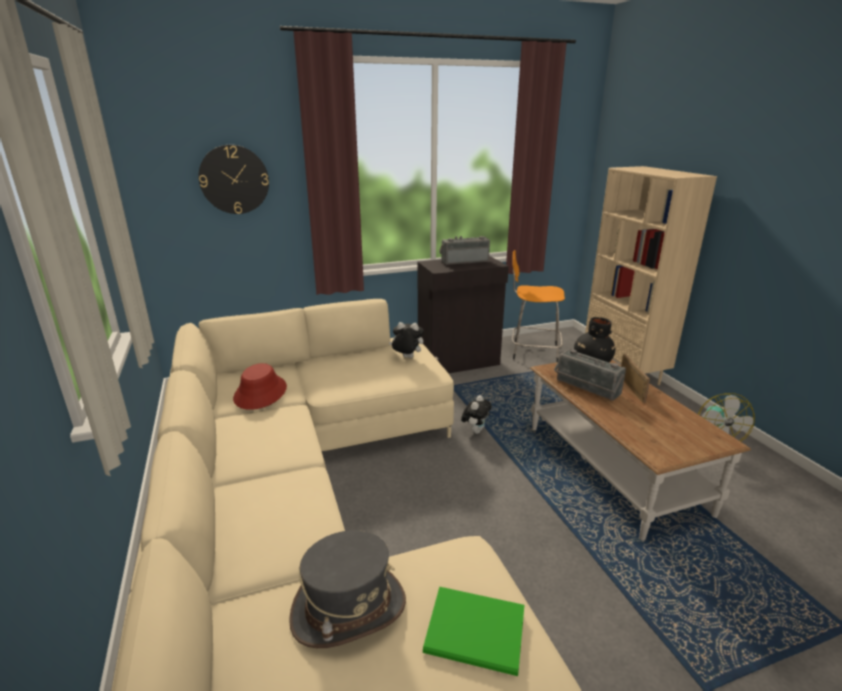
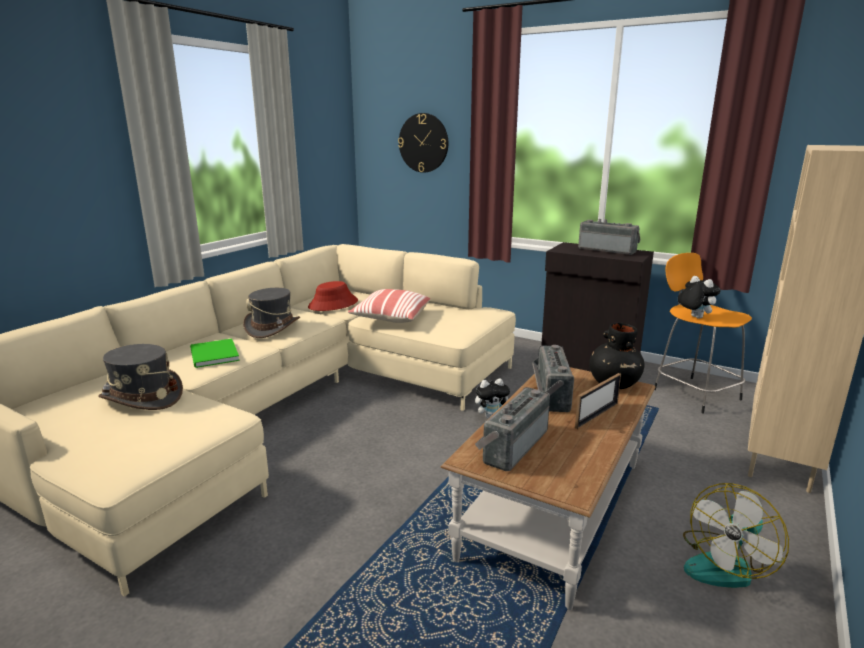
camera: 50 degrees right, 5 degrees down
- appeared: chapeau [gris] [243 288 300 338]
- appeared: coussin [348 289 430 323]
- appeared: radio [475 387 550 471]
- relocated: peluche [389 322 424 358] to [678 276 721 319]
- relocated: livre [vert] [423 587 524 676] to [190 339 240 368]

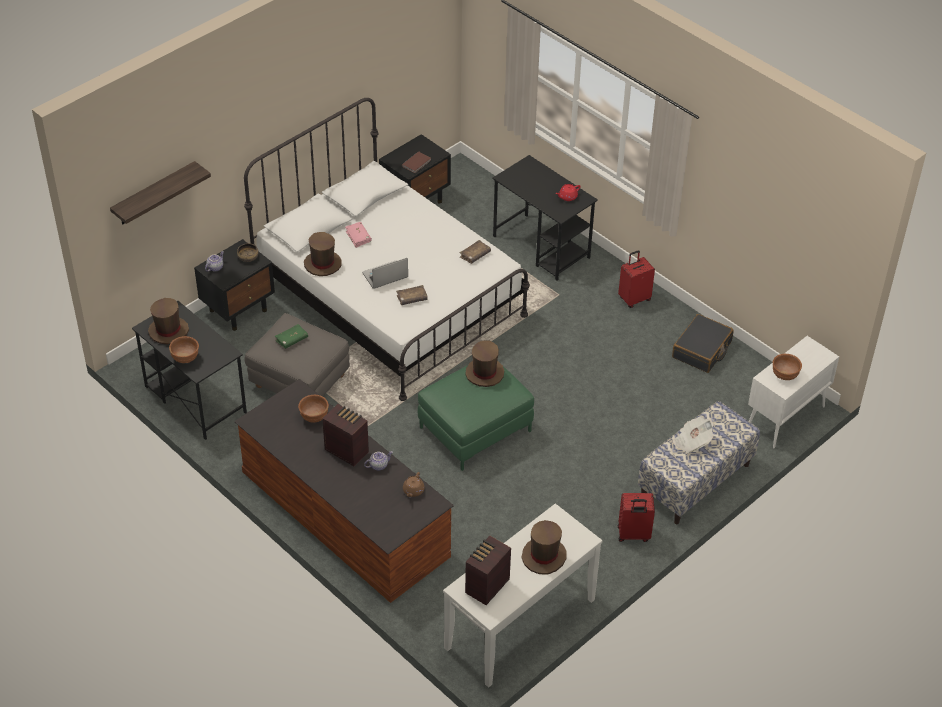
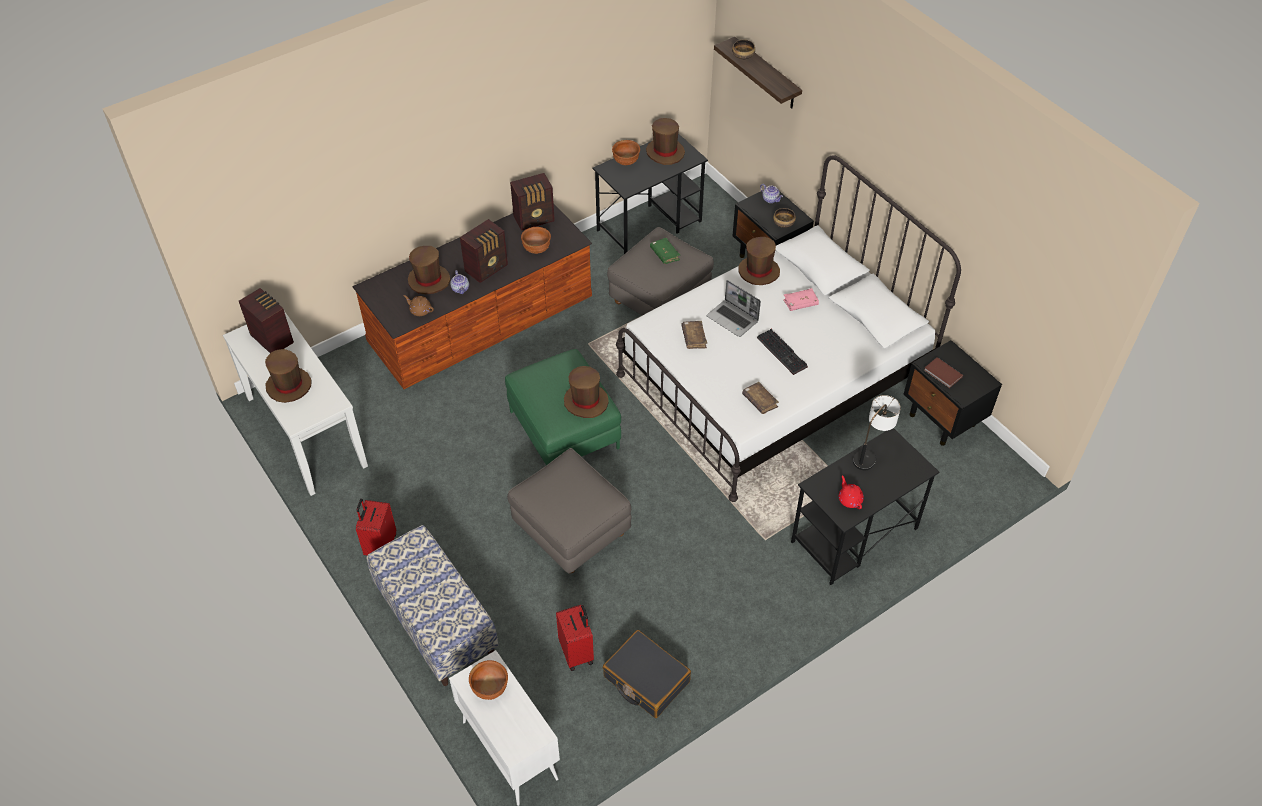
camera: 100 degrees right, 5 degrees up
- missing: journal [673 417 714 454]
- appeared: chapeau [marron] [408 246 450 294]
- appeared: pouf [gris] [507 448 632 574]
- appeared: radio [510 173 555 231]
- appeared: bol [732 40 755 59]
- appeared: clavier [757 329 808 375]
- appeared: lampe de table [853 395 901 470]
- relocated: valise [rouge] [618 250 655 308] to [556 605 594 671]
- spun: ordinateur portable [362 258 408 289] = [707 280 761 337] 150 degrees clockwise

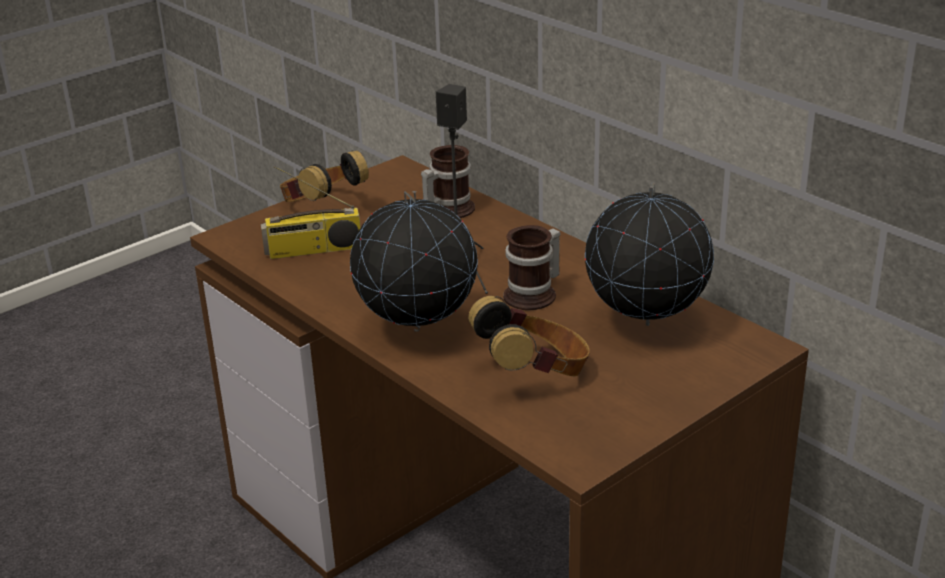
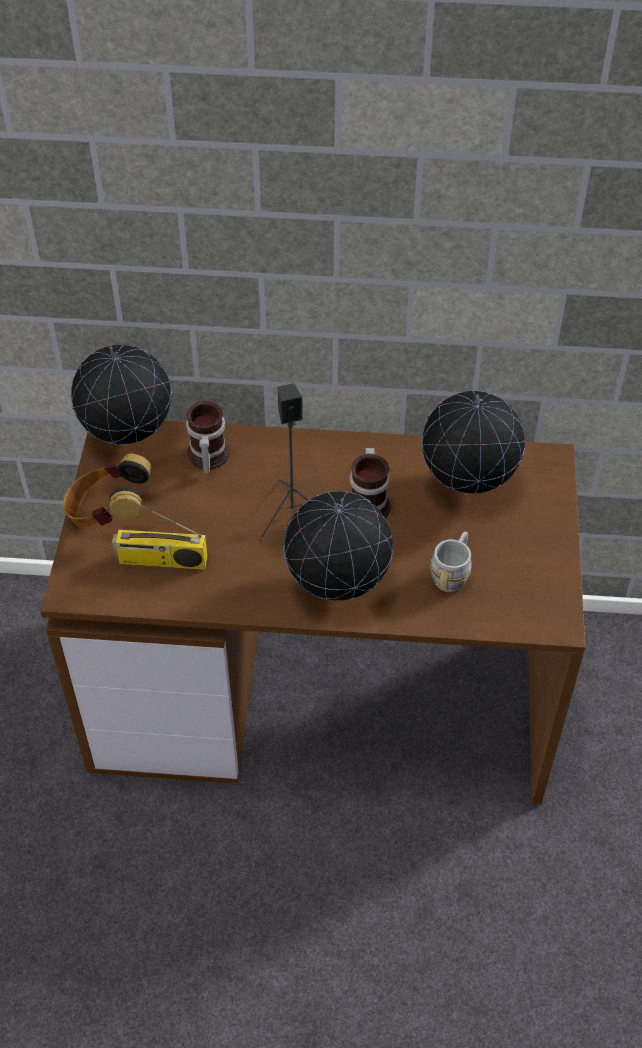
camera: 45 degrees left, 20 degrees up
- appeared: globe [71 345 171 445]
- exchanged: casque audio [468 296 590 376] to mug [gris] [430 531 472 592]
- spun: radio [261 166 361 259] = [112 497 207 570] 60 degrees clockwise

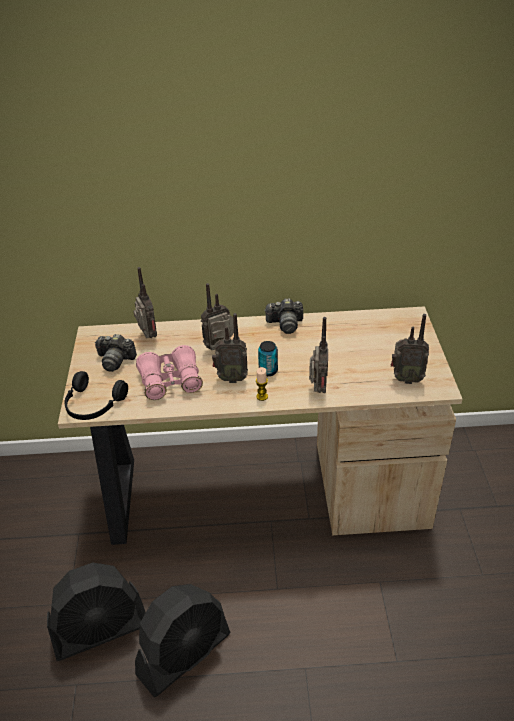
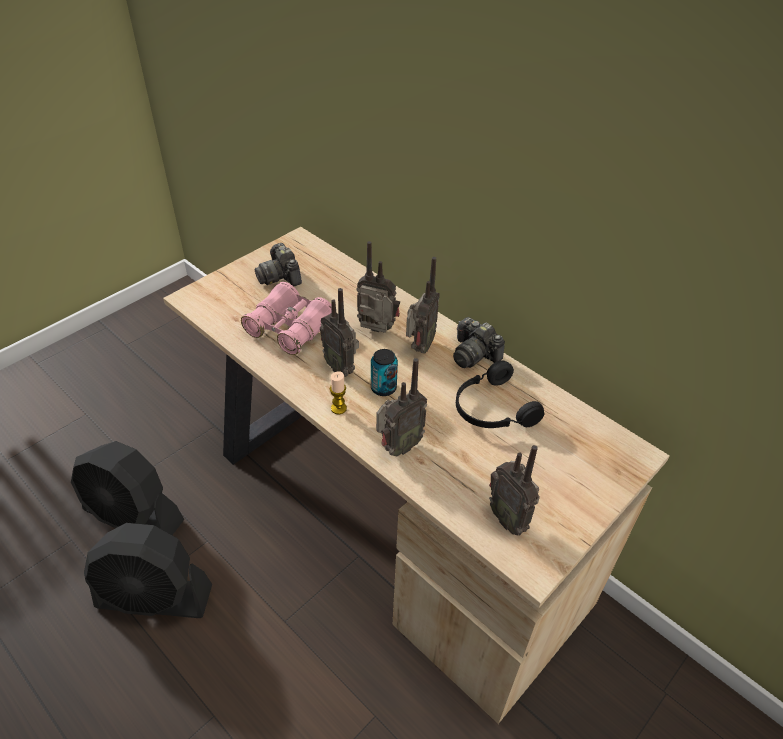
camera: 45 degrees right, 5 degrees up
- relocated: casque audio [noir] [64 371 128 420] to [456 360 544 428]
- relocated: radio [133 267 157 338] to [406 257 440 354]

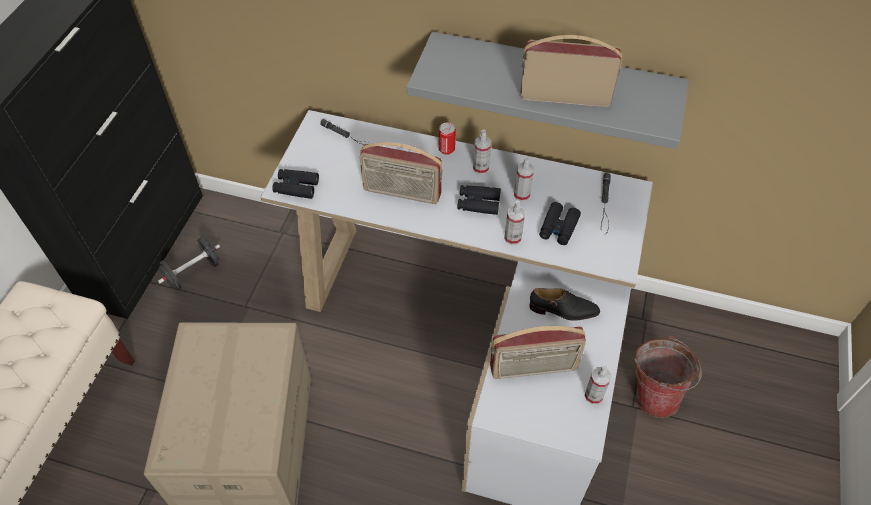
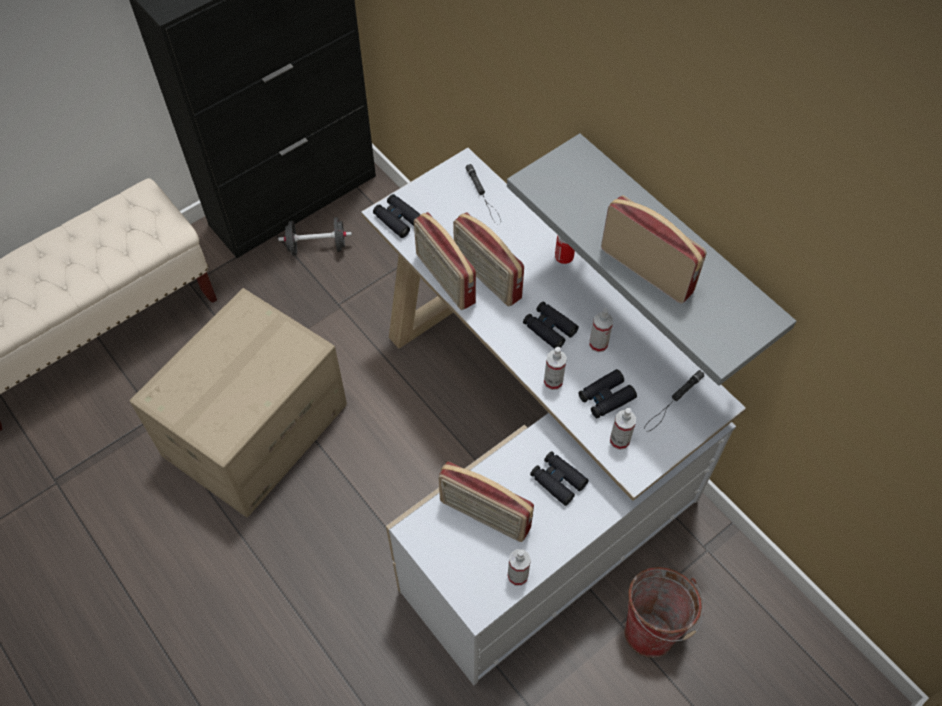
camera: 35 degrees right, 5 degrees up
- appeared: radio [414 212 476 310]
- relocated: vaporisateur [473 130 491 174] to [610 408 636 450]
- exchanged: chaussure [noir] [529 288 600 321] to jumelles [noir] [530 451 589 506]

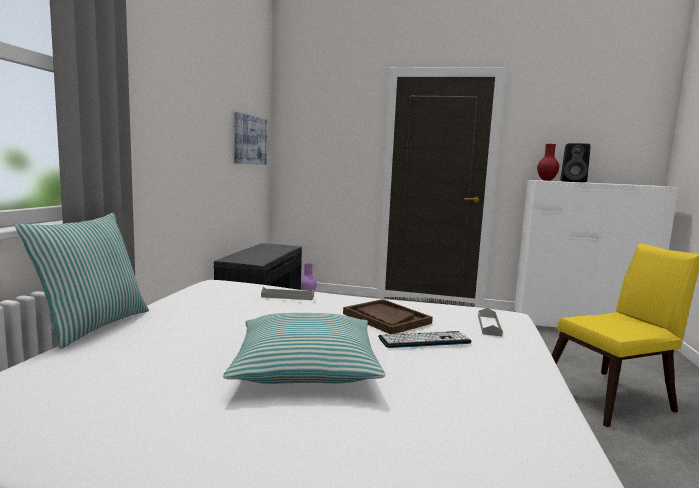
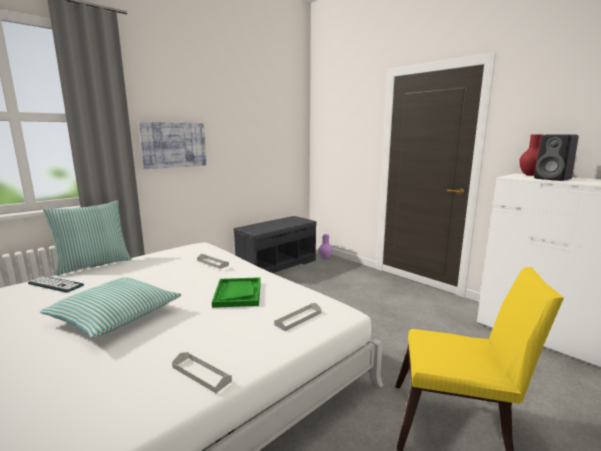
camera: 35 degrees right, 5 degrees up
- appeared: plateau [gris] [172 352 232 393]
- relocated: tableau [234 112 267 165] to [138 122 206 169]
- relocated: clavier [378 331 472 348] to [28 276 84 293]
- colour: plateau [marron] [343 299 433 334] to plateau [vert] [212 277 261 308]

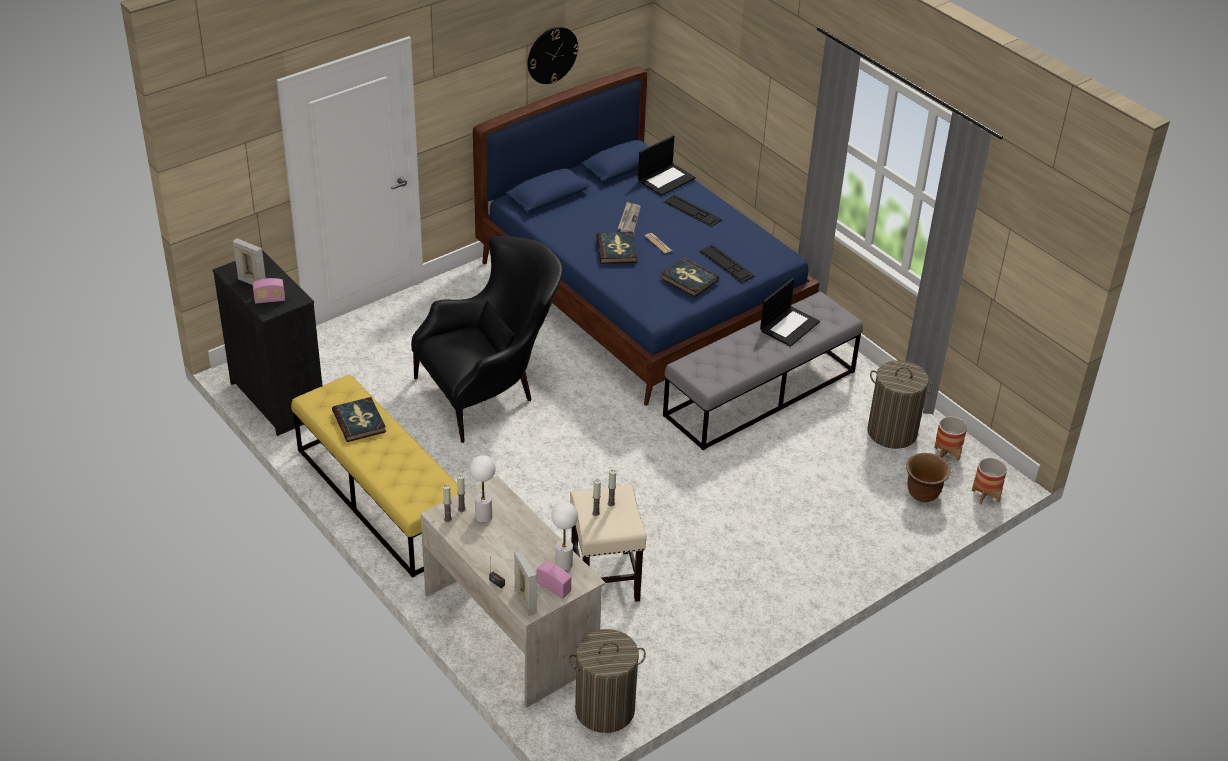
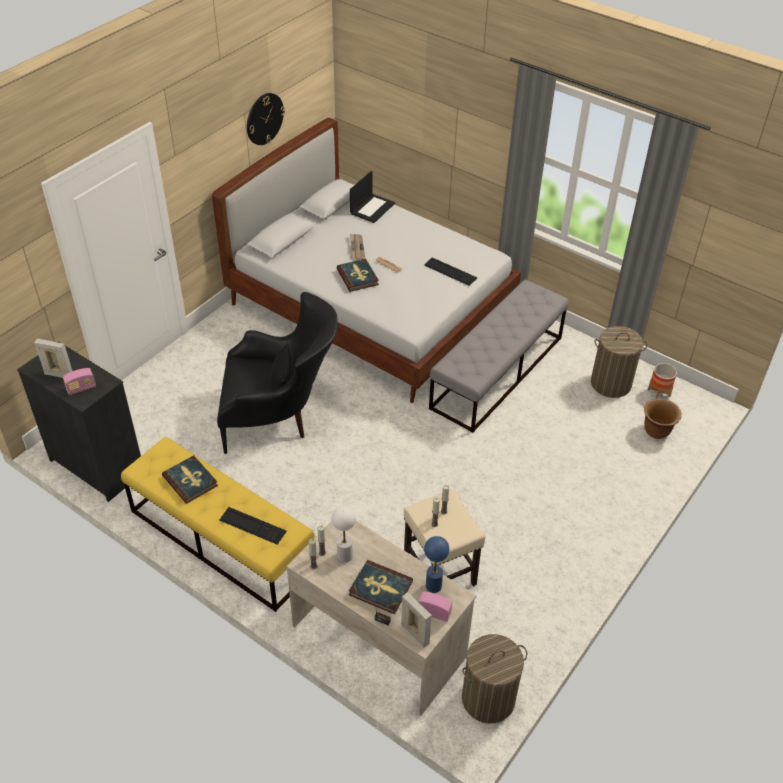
camera: 15 degrees left, 5 degrees up
- missing: ordinateur portable [760 278 820 347]
- missing: cache-pot [972 458 1007 504]
- relocated: livre [660 258 719 297] to [349 560 413 615]
- relocated: clavier [664 195 722 227] to [219 507 287 545]
- colour: lit [bleu] [473 67 820 406] to lit [blanc] [212 118 521 403]
- colour: lampe de table [blanc] [551 502 578 571] to lampe de table [bleu] [424 536 449 593]
- spun: fauteuil [noir] [411 236 563 443] = [217 292 338 454] 45 degrees clockwise

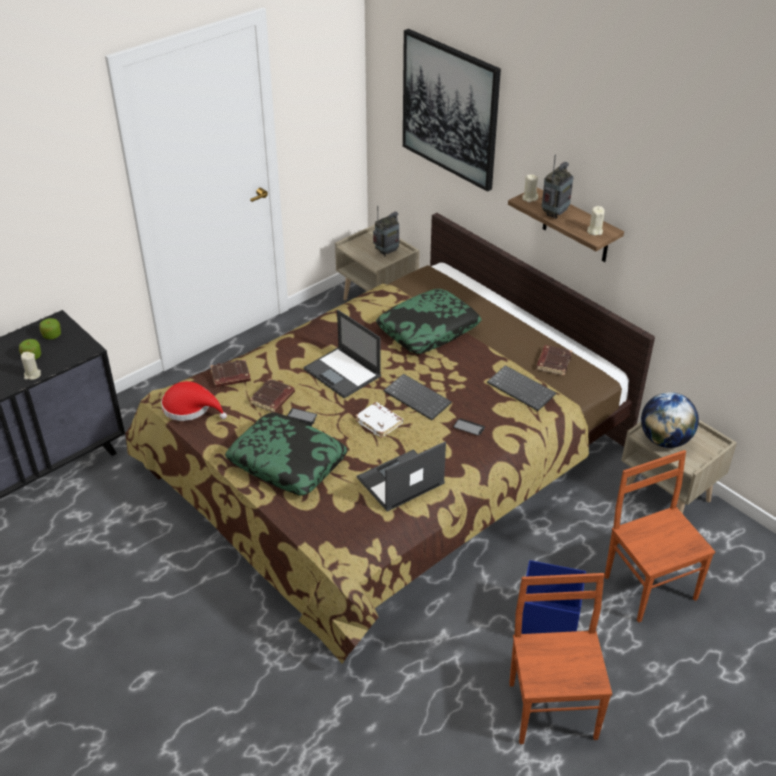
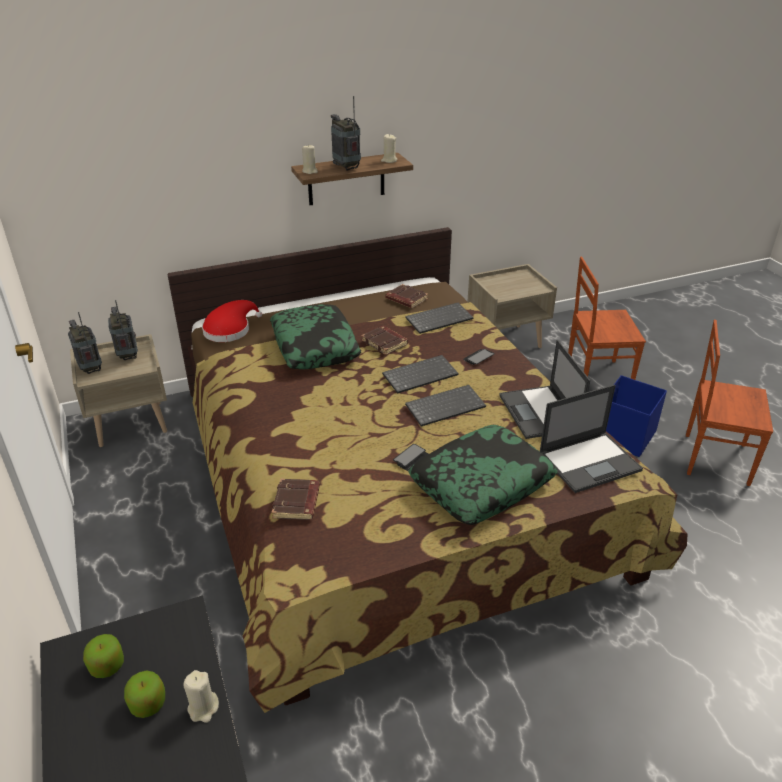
camera: 70 degrees left, 5 degrees down
- missing: tableau [403 29 501 192]
- missing: globe [641 392 699 448]
- appeared: radio [68 312 102 374]
- relocated: chapeau [rouge] [161 381 227 421] to [202 300 262 342]
- relocated: livre [marron] [249 379 295 413] to [361 326 408 355]
- relocated: ordinateur portable [303 310 381 398] to [540 385 643 493]
- exchanged: livre [blanc] [355 402 403 438] to clavier [405 385 486 427]

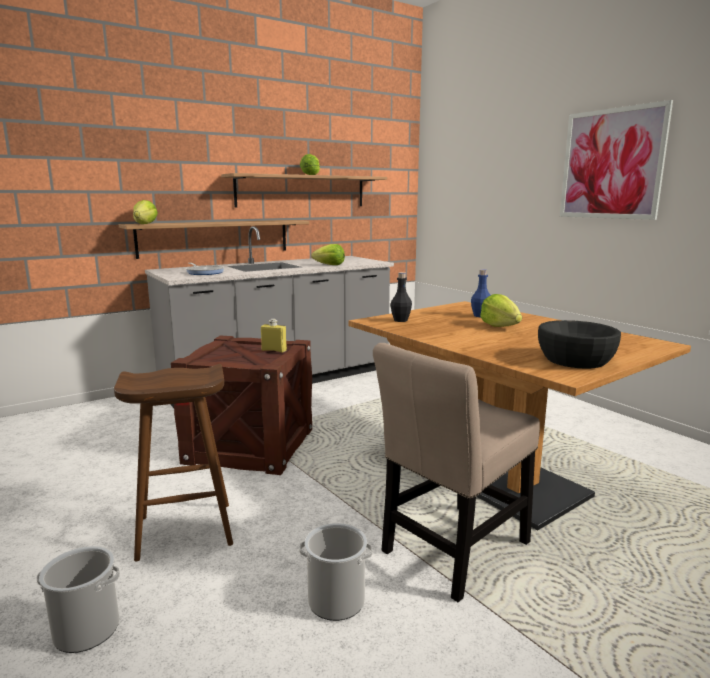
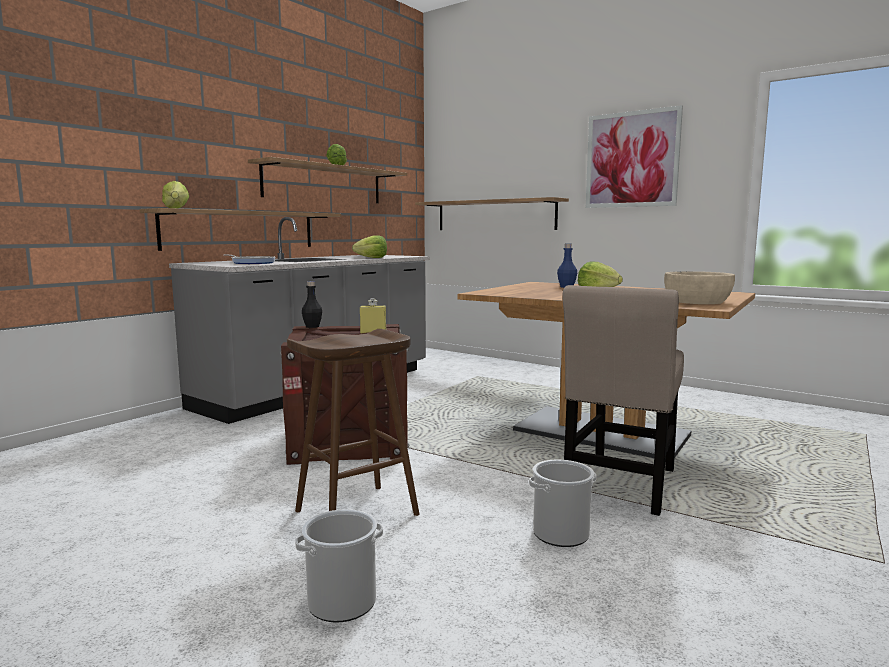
camera: 20 degrees left, 5 degrees down
- appeared: étagère [415 197 569 230]
- relocated: bouteille [noir] [391 272 412 322] to [302 281 322 328]
- colour: bol [noir] [538 320 621 369] to bol [beige] [664 271 735 304]

